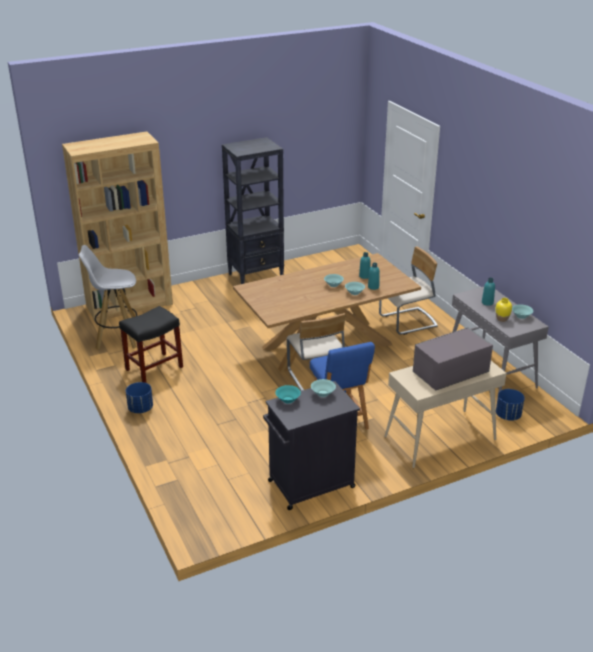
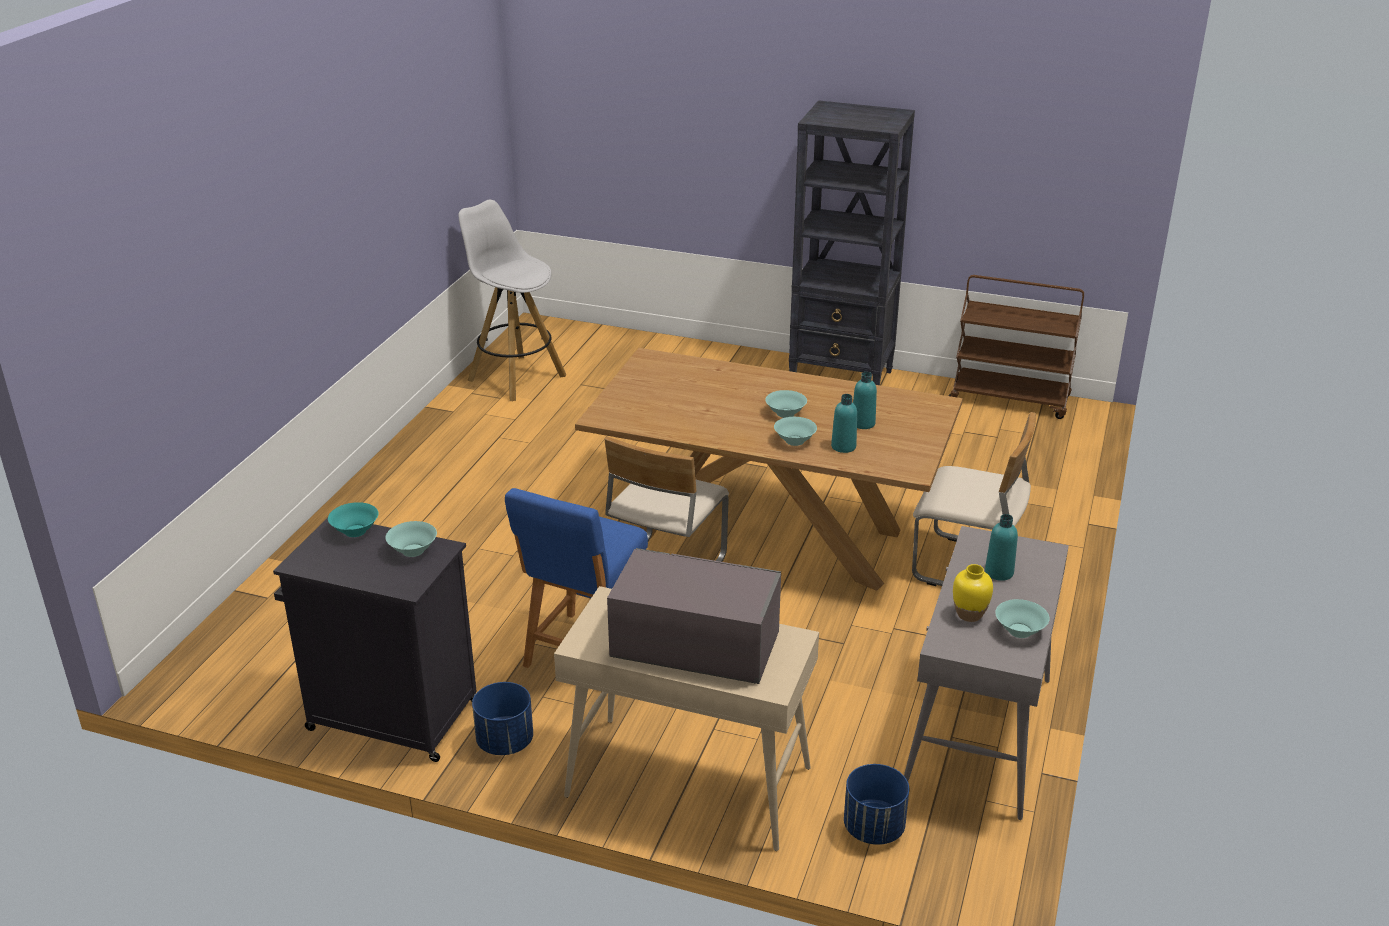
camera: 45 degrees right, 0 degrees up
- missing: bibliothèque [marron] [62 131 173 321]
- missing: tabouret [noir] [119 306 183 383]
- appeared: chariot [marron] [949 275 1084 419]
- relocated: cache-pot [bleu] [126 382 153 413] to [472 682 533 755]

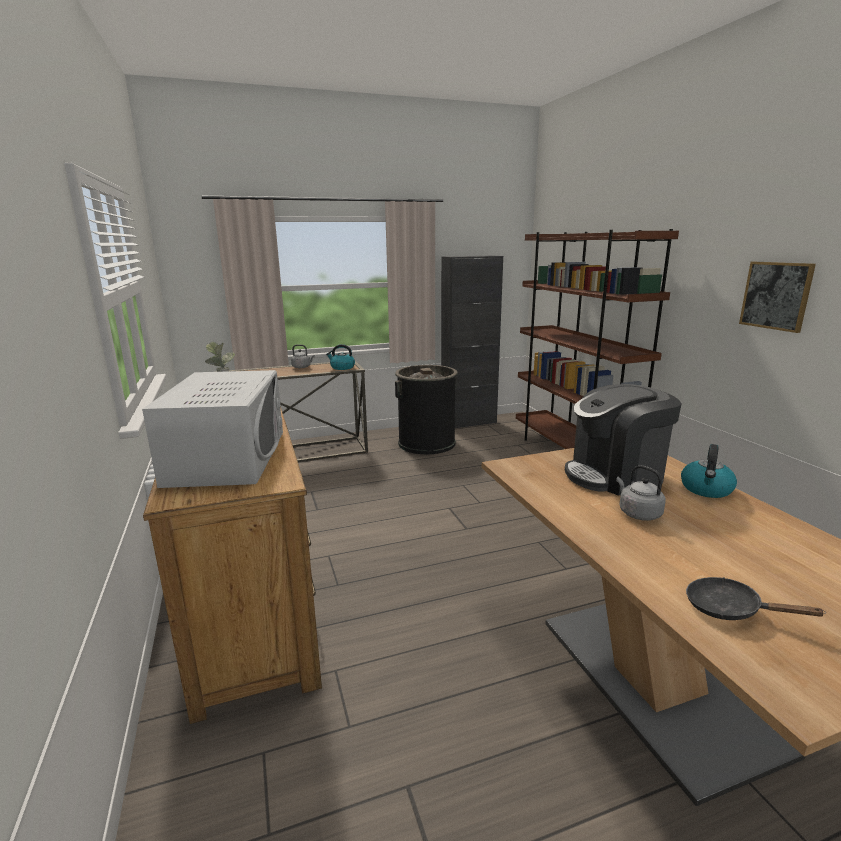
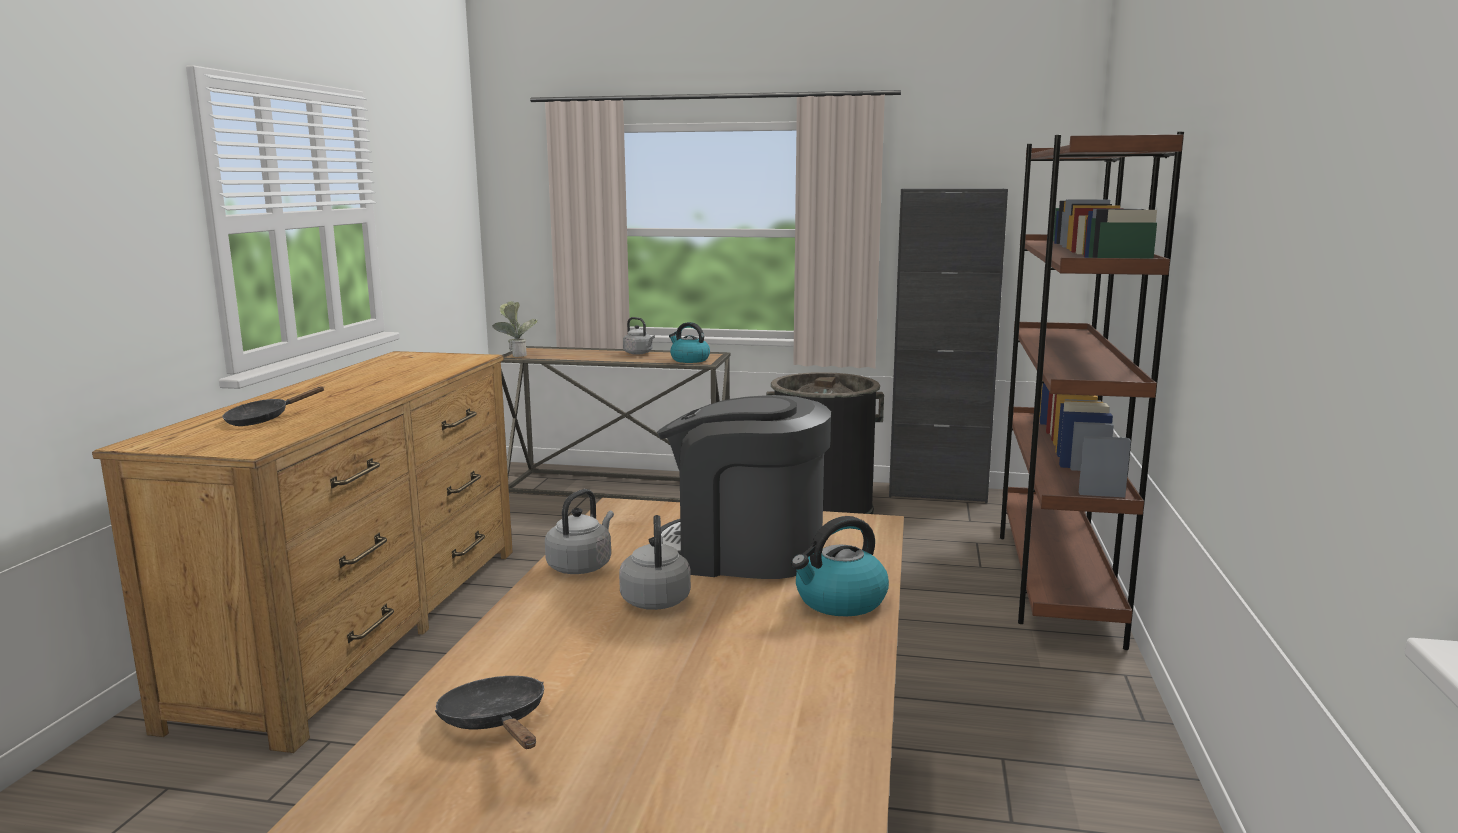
camera: 30 degrees right, 5 degrees down
- missing: tableau [739 262 816 333]
- appeared: bouilloire [gris] [545 489 614 574]
- exchanged: micro-ondes [blanc] [142 370 283 488] to poêle [noir] [222 386 325 426]

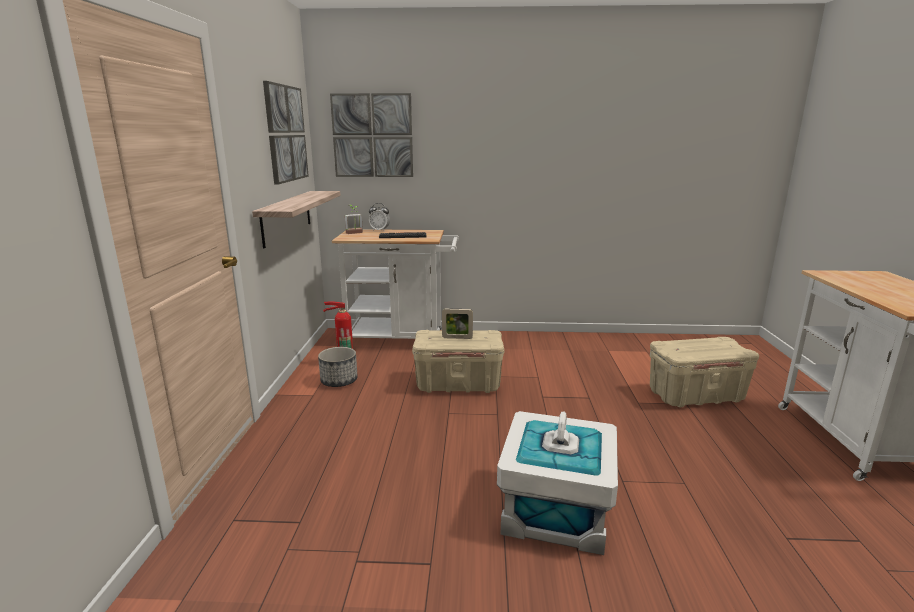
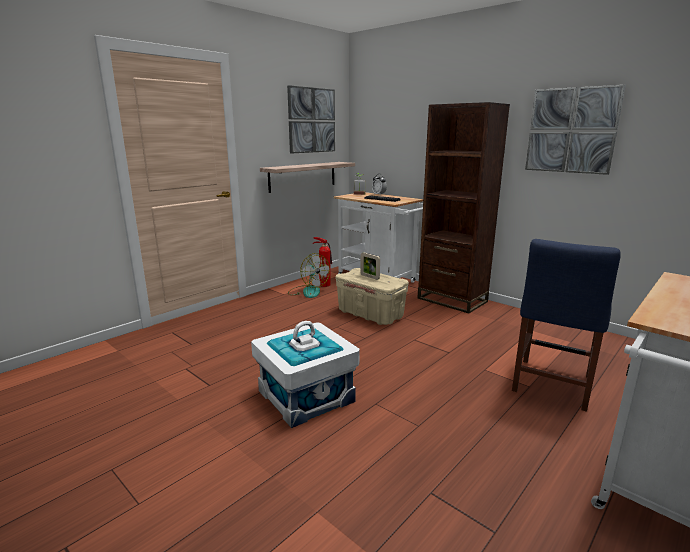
camera: 40 degrees right, 0 degrees up
- appeared: bibliothèque [marron] [418 102 510 313]
- relocated: tableau [330 93 413 177] to [525 85 626 175]
- exchanged: cache-pot [318 347 358 387] to ventilateur [288 253 330 298]
- exchanged: boîte de rangement [beige] [650 337 759 407] to chaise [bleu] [512 239 621 412]

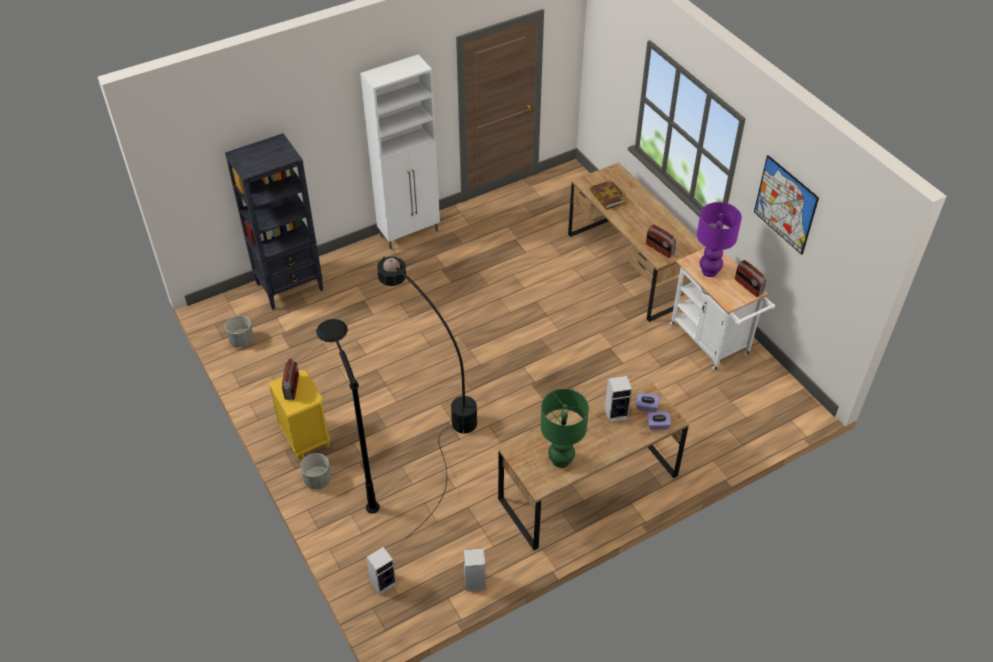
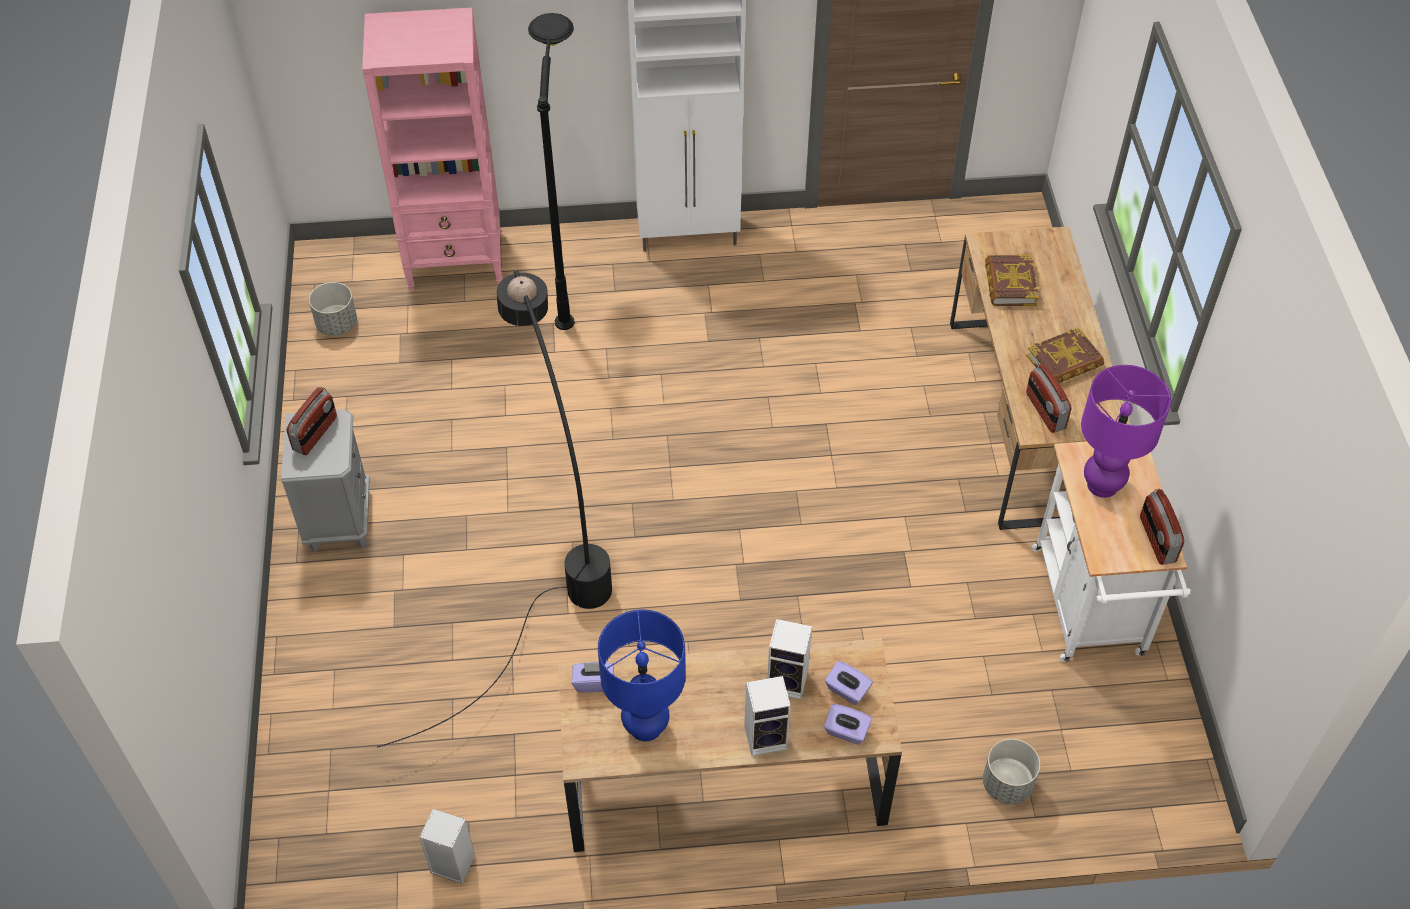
camera: 25 degrees right, 5 degrees up
- missing: tableau [754 155 819 255]
- appeared: boîte à mouchoirs [violet] [572 662 614 693]
- appeared: livre [1026 327 1104 383]
- relocated: cache-pot [gris] [300 453 331 489] to [983 739 1040 804]
- relocated: lampadaire [noir] [316 319 380 513] to [528 13 575 330]
- relocated: enceinte [366 547 397 595] to [744 676 791 756]
- colour: bibliothèque [noir] [225 133 323 310] to bibliothèque [rose] [362 8 502 290]
- colour: table de chevet [jaune] [268 370 331 460] to table de chevet [gris] [281 409 370 552]
- colour: lampe de table [vert] [540 389 589 468] to lampe de table [bleu] [598 610 686 741]

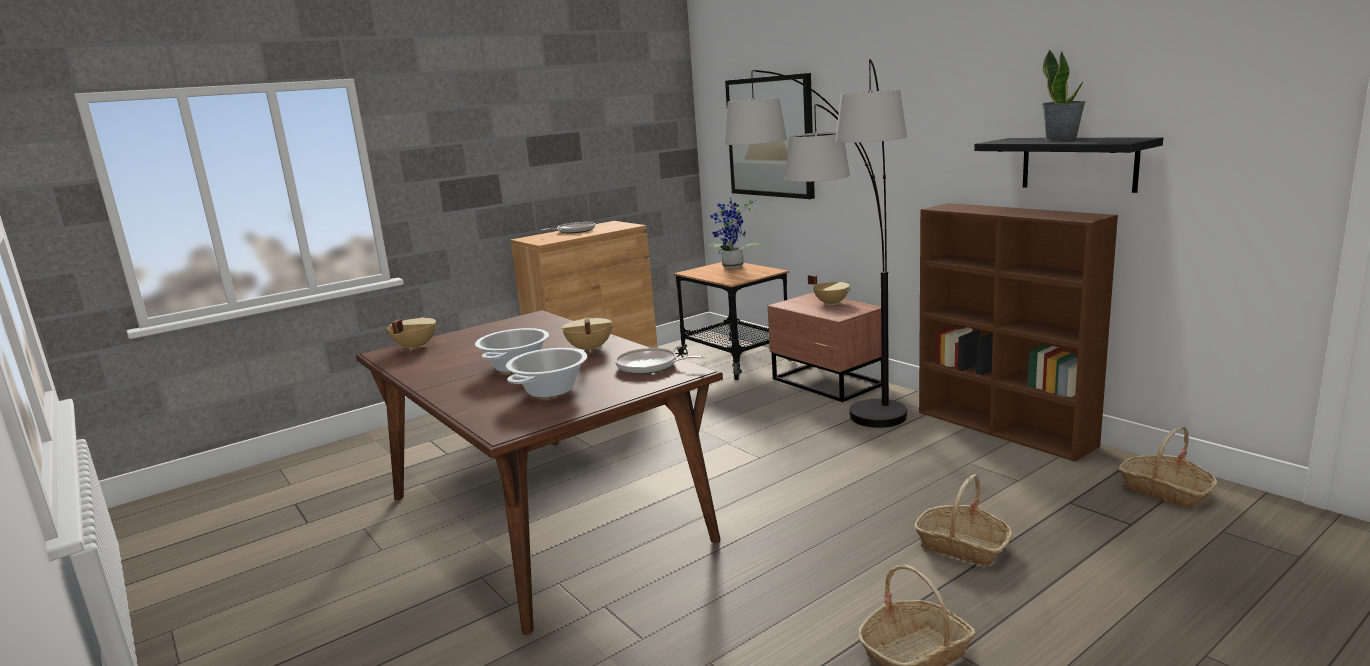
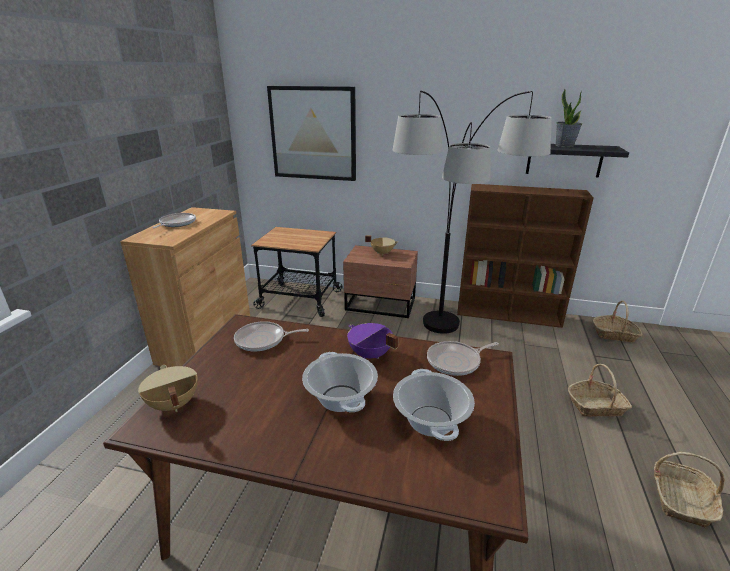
camera: 40 degrees left, 10 degrees up
- missing: plante en pot [706 198 767 269]
- appeared: poêle [234 321 309 351]
- colour: marmite [beige] [562 317 612 353] to marmite [violet] [347 323 399 359]

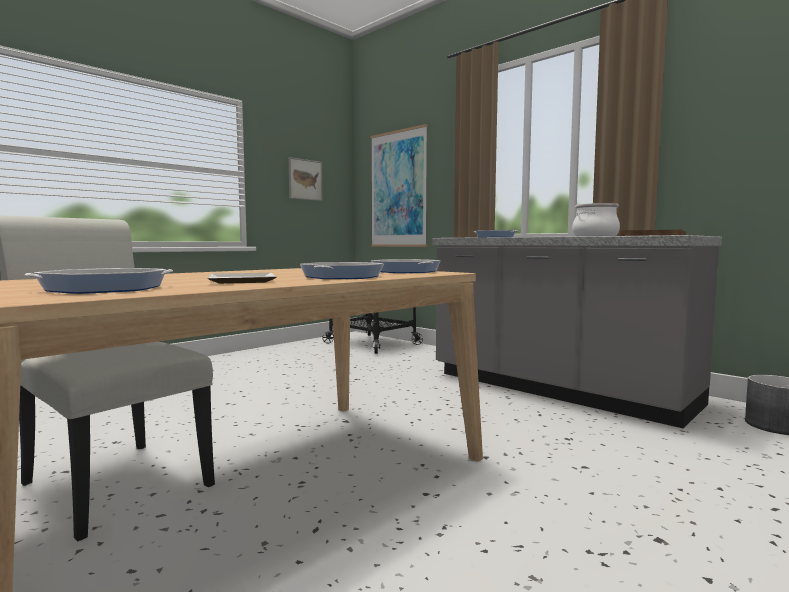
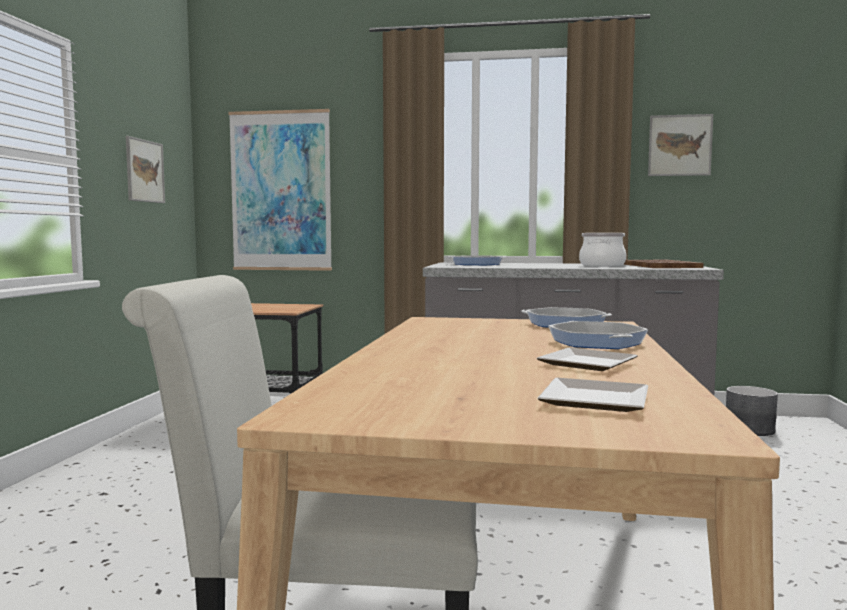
camera: 35 degrees left, 0 degrees up
- appeared: tableau [648 114 713 176]
- exchanged: poêle [25 268 173 294] to assiette [537 378 648 412]

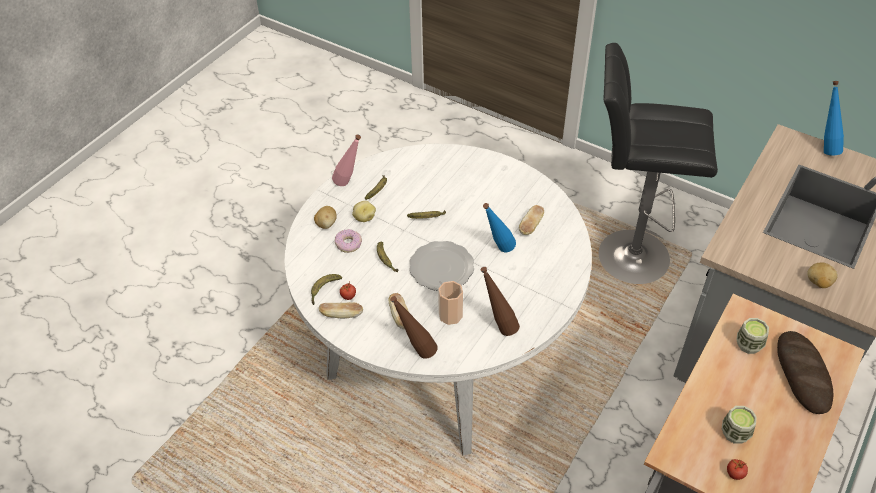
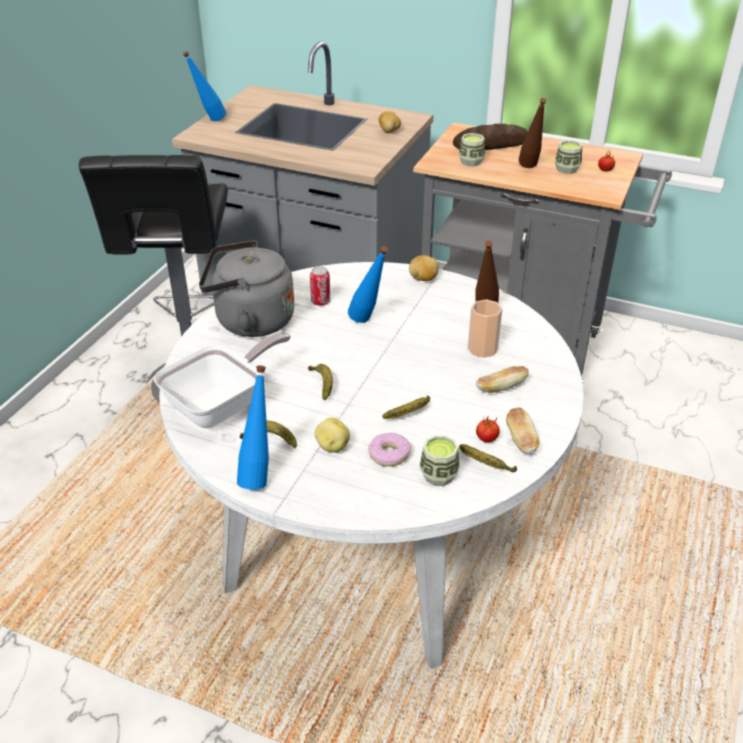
camera: 100 degrees left, 10 degrees down
- missing: assiette [409 241 474 291]
- appeared: poêle [154 332 291 428]
- appeared: bouilloire [gris] [199 240 294 337]
- appeared: tasse [419 435 459 486]
- relocated: pomme de terre [314 206 337 229] to [409 255 439 281]
- relocated: bouteille [marron] [390 296 438 359] to [519 98 546 168]
- exchanged: pain [519 205 544 235] to boîte métallique [310 266 330 306]
- colour: bouteille [rose] [332 134 361 186] to bouteille [bleu] [237 365 269 490]

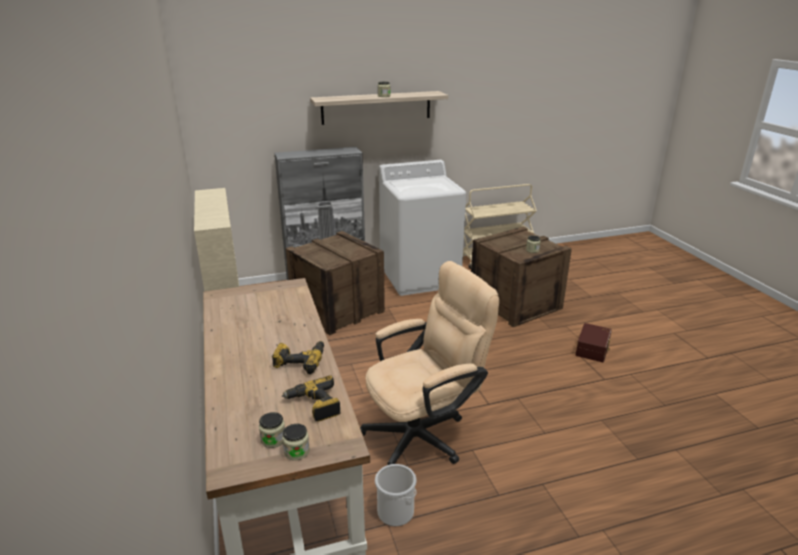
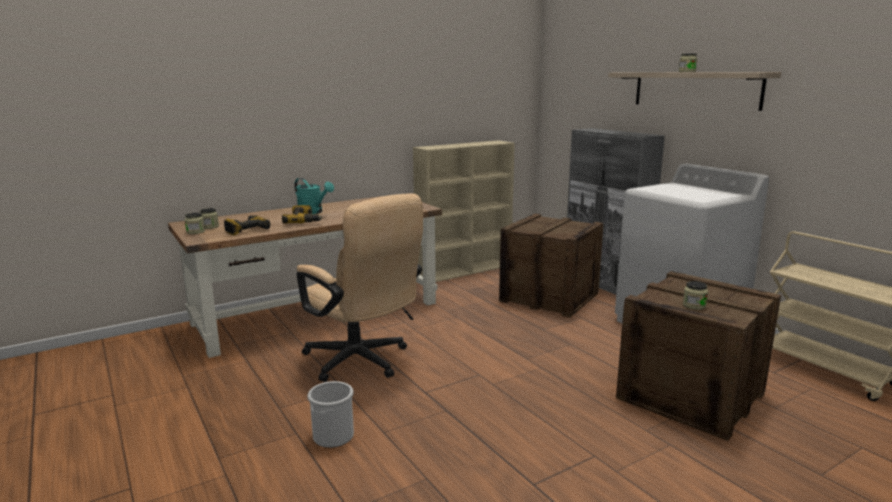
camera: 75 degrees right, 10 degrees down
- missing: boîte de rangement [marron] [575 323 612 362]
- appeared: arrosoir [turquoise] [294 178 334 214]
- relocated: seau [375 464 416 526] to [307 381 354 448]

